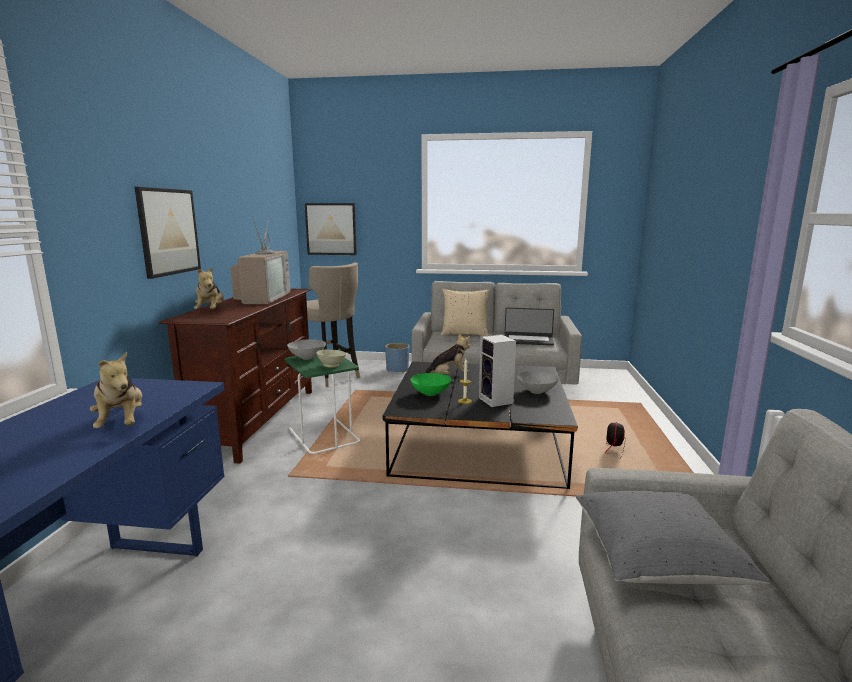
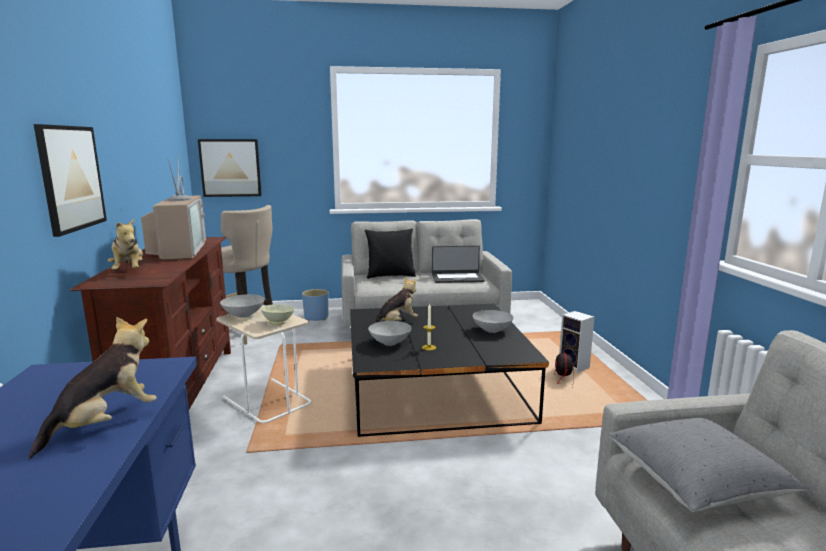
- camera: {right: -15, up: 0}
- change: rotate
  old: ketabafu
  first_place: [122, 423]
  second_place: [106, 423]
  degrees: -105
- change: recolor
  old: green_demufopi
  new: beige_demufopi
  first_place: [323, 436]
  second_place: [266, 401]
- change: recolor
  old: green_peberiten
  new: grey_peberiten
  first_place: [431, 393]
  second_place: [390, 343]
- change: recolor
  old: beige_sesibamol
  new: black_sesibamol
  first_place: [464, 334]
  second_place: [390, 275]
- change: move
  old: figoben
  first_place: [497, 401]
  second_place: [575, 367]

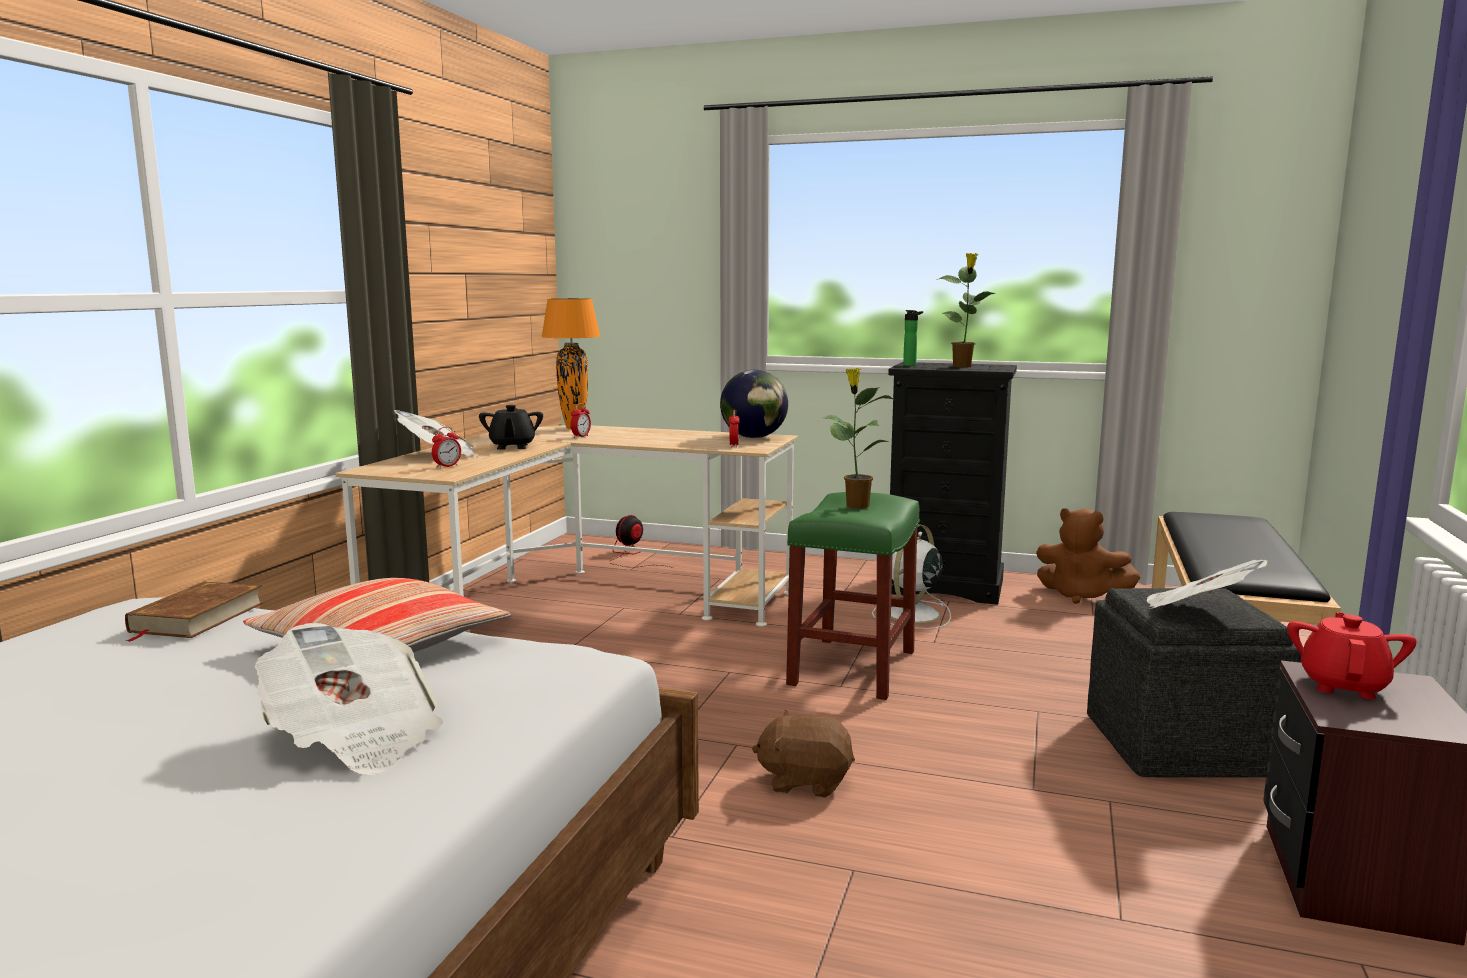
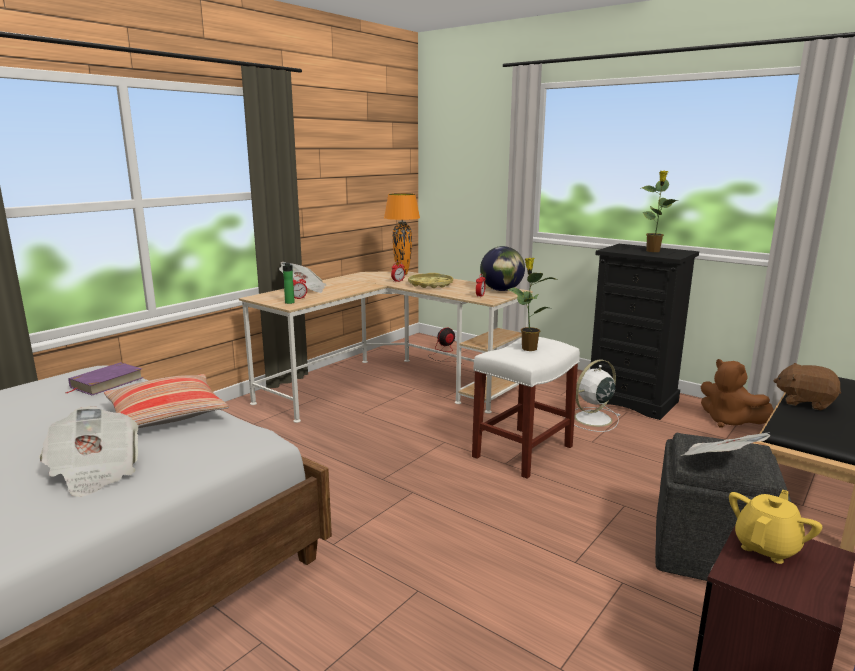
- camera: {right: 20, up: 5}
- change: recolor
  old: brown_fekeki
  new: purple_fekeki
  first_place: [196, 617]
  second_place: [106, 383]
- change: delete
  old: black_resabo
  first_place: [512, 447]
- change: move
  old: brown_ketabafu
  first_place: [805, 781]
  second_place: [805, 402]
- change: recolor
  old: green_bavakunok
  new: white_bavakunok
  first_place: [852, 668]
  second_place: [522, 452]
- change: move
  old: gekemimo
  first_place: [911, 365]
  second_place: [290, 303]
- change: recolor
  old: red_resabo
  new: yellow_resabo
  first_place: [1343, 686]
  second_place: [766, 547]
- change: insert
  new: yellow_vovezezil
  second_place: [430, 284]

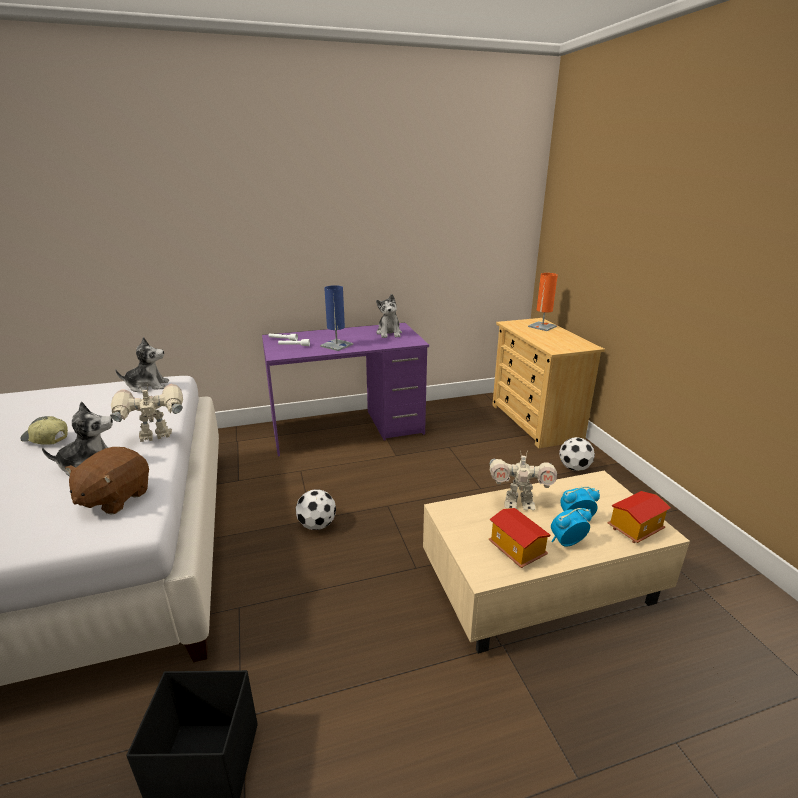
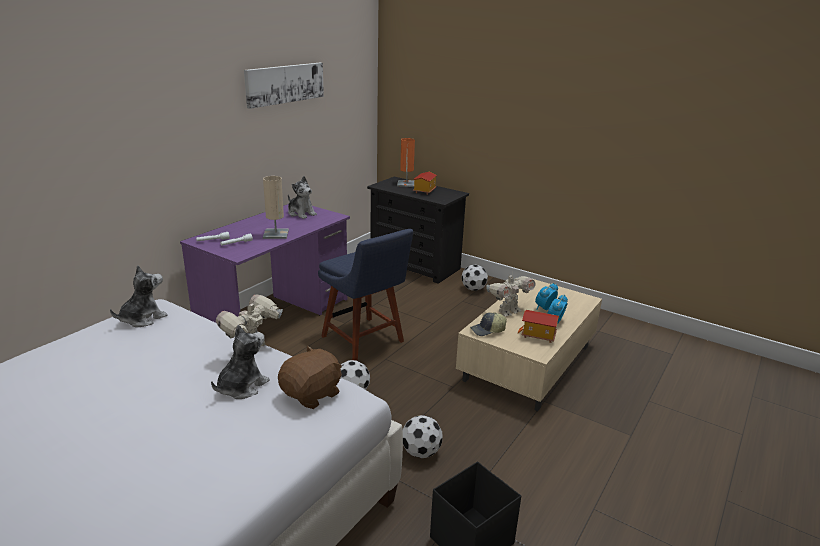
- camera: {right: -40, up: 0}
- change: move
  old: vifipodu
  first_place: [45, 439]
  second_place: [488, 330]
- change: rotate
  old: brown_ketabafu
  first_place: [114, 498]
  second_place: [312, 394]
  degrees: -120
- change: recolor
  old: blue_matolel
  new: beige_matolel
  first_place: [336, 345]
  second_place: [276, 234]
- change: recolor
  old: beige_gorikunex
  new: black_gorikunex
  first_place: [535, 422]
  second_place: [415, 265]
- change: move
  old: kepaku
  first_place: [634, 529]
  second_place: [424, 191]
- change: insert
  new: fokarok
  second_place: [285, 84]
- change: insert
  new: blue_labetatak
  second_place: [365, 340]
- change: insert
  new: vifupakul
  second_place: [421, 452]

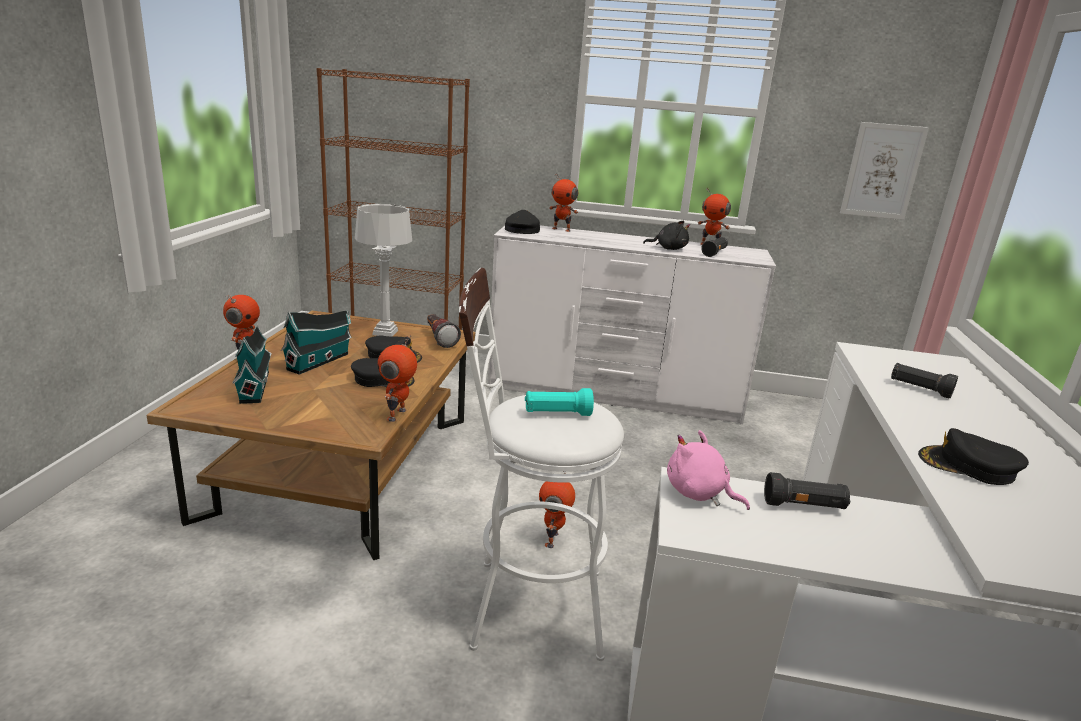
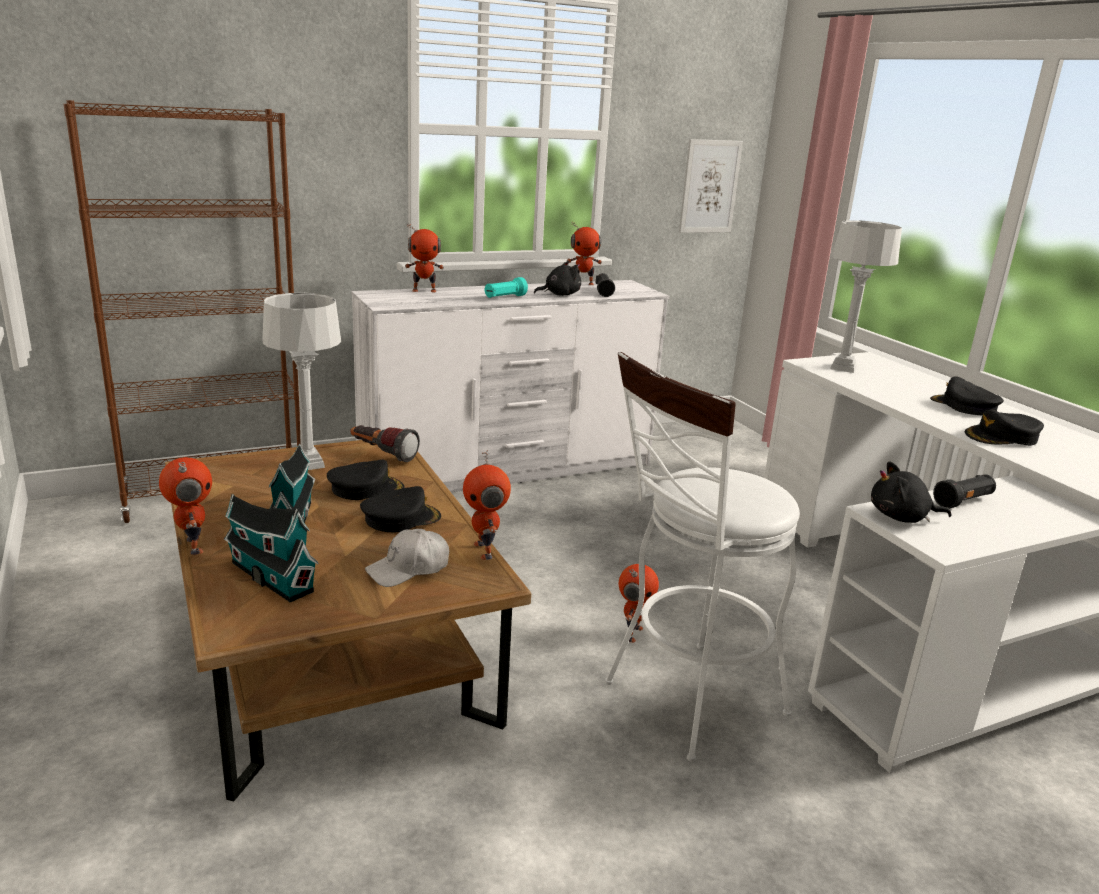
- camera: {right: -35, up: 0}
- change: move
  old: black_vifipodu
  first_place: [521, 230]
  second_place: [964, 406]
- change: move
  old: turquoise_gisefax
  first_place: [557, 414]
  second_place: [505, 297]
- change: rotate
  old: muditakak
  first_place: [553, 540]
  second_place: [632, 633]
  degrees: -135
- change: recolor
  old: pink_ketabafu
  new: black_ketabafu
  first_place: [699, 493]
  second_place: [902, 517]
- change: delete
  old: black_gisefax
  first_place: [919, 389]
- change: insert
  new: white_vifipodu
  second_place: [409, 569]
- change: insert
  new: grey_matolel
  second_place: [843, 368]

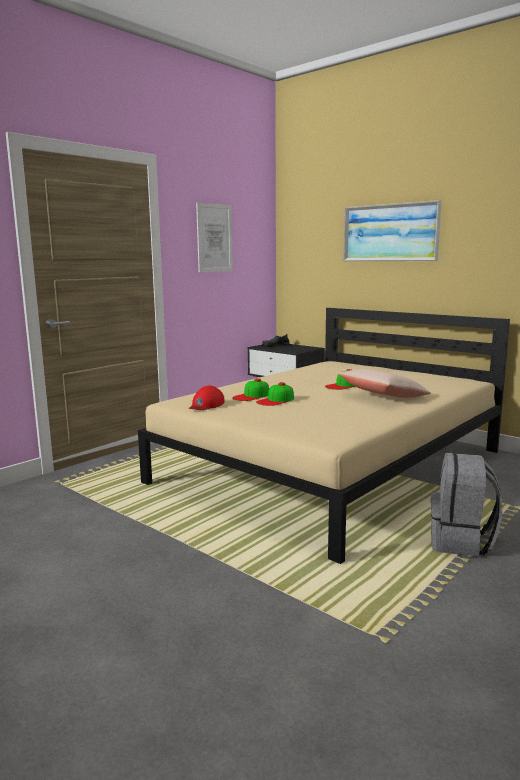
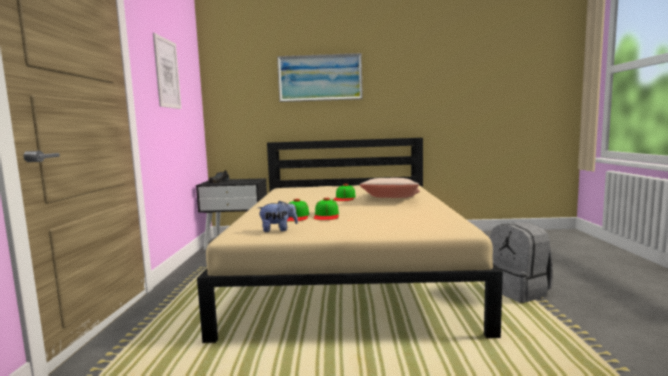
- camera: {right: -40, up: -5}
- change: replace
  old: red_vifipodu
  new: ketabafu
  first_place: [206, 405]
  second_place: [278, 230]

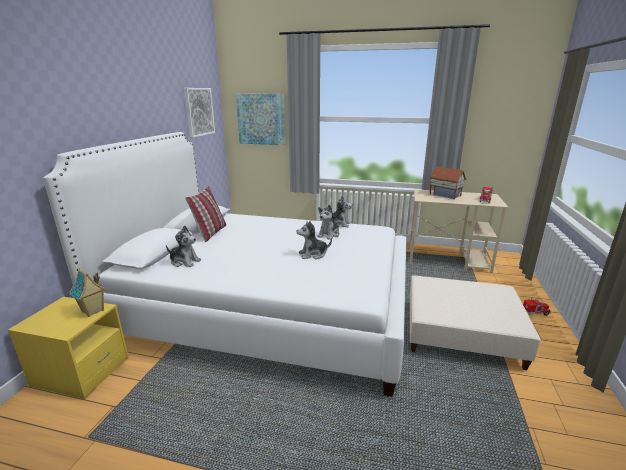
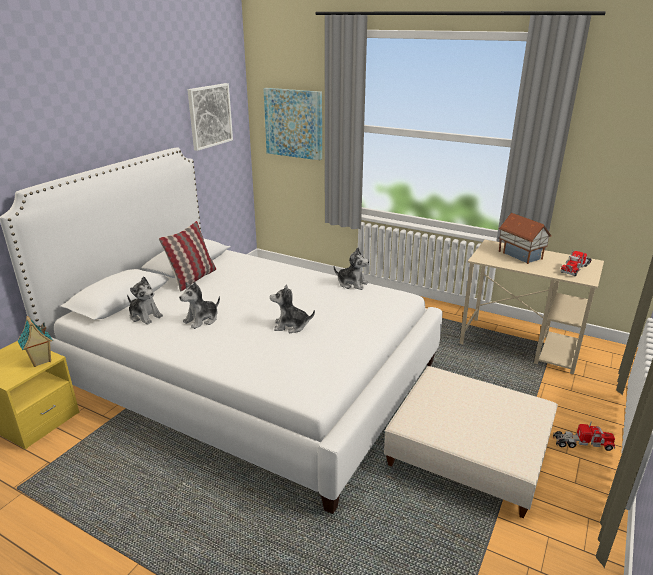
- camera: {right: 15, up: 5}
- change: move
  old: ketabafu
  first_place: [329, 235]
  second_place: [202, 320]

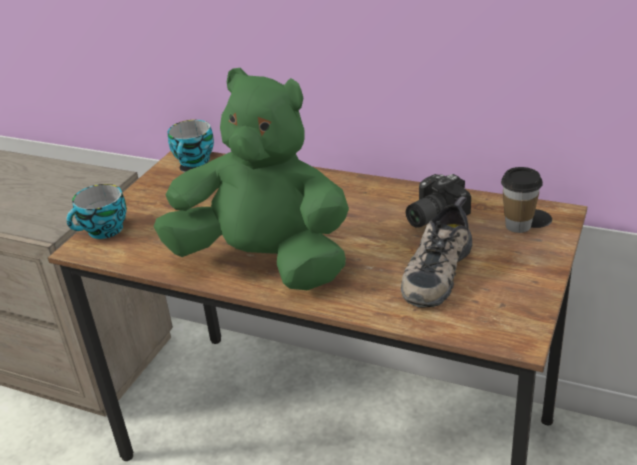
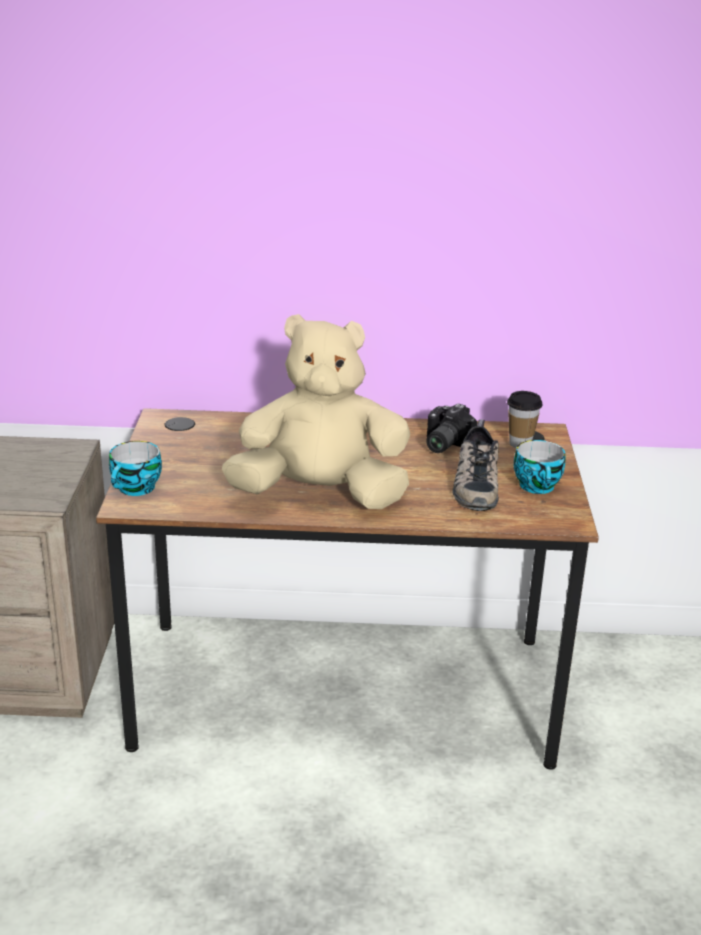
- camera: {right: -25, up: -5}
- change: recolor
  old: green_ketabafu
  new: beige_ketabafu
  first_place: [265, 261]
  second_place: [320, 495]
- change: move
  old: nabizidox
  first_place: [195, 161]
  second_place: [538, 487]

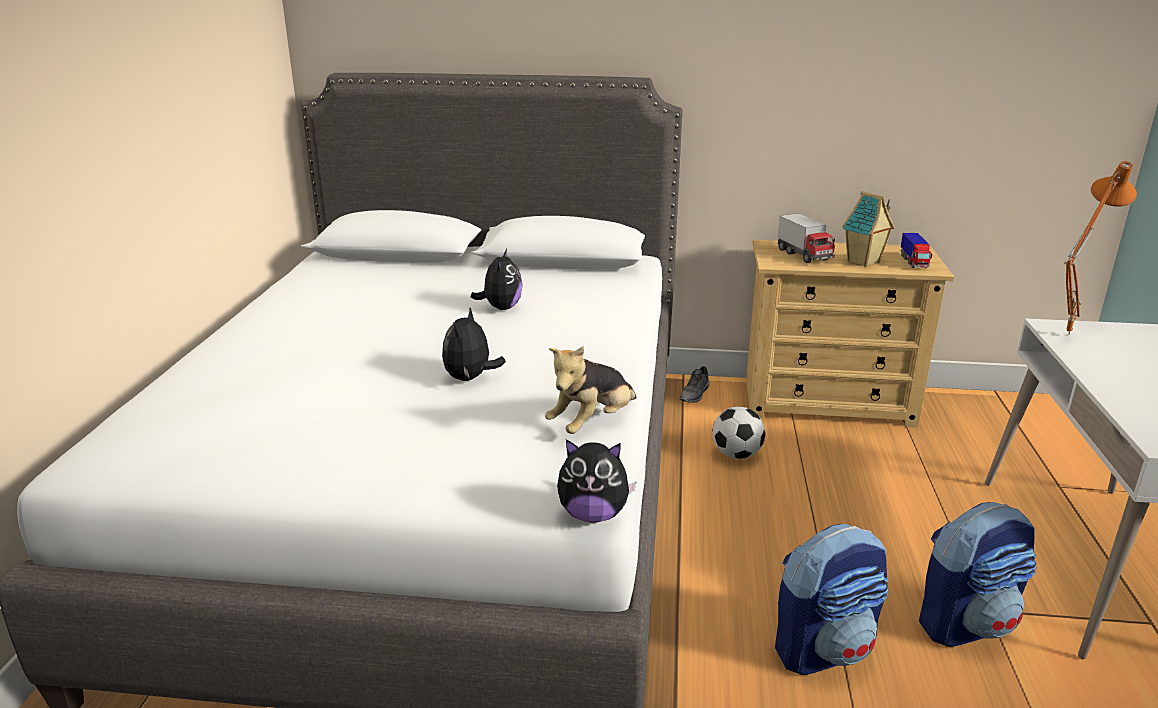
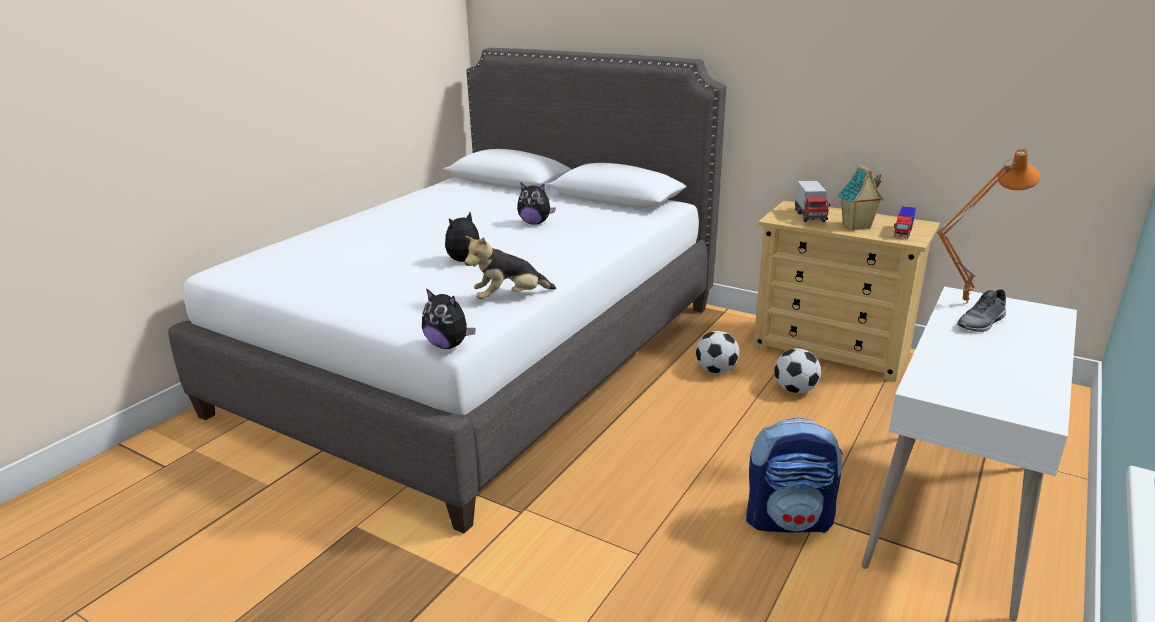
- camera: {right: 25, up: 0}
- change: rotate
  old: ketabafu
  first_place: [501, 308]
  second_place: [535, 223]
  degrees: 75
- change: move
  old: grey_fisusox
  first_place: [695, 394]
  second_place: [982, 323]
- change: delete
  old: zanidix
  first_place: [824, 649]
- change: insert
  new: vifupakul
  second_place: [795, 390]

